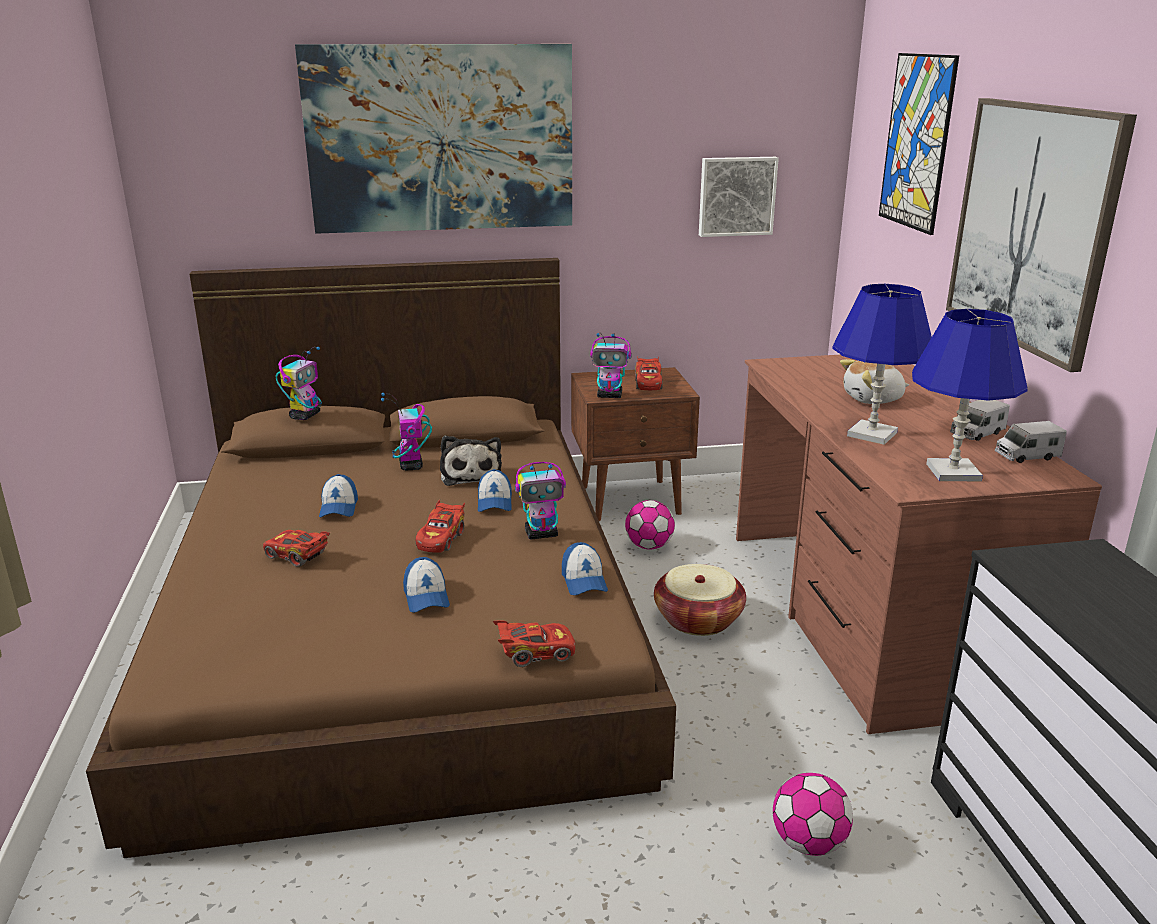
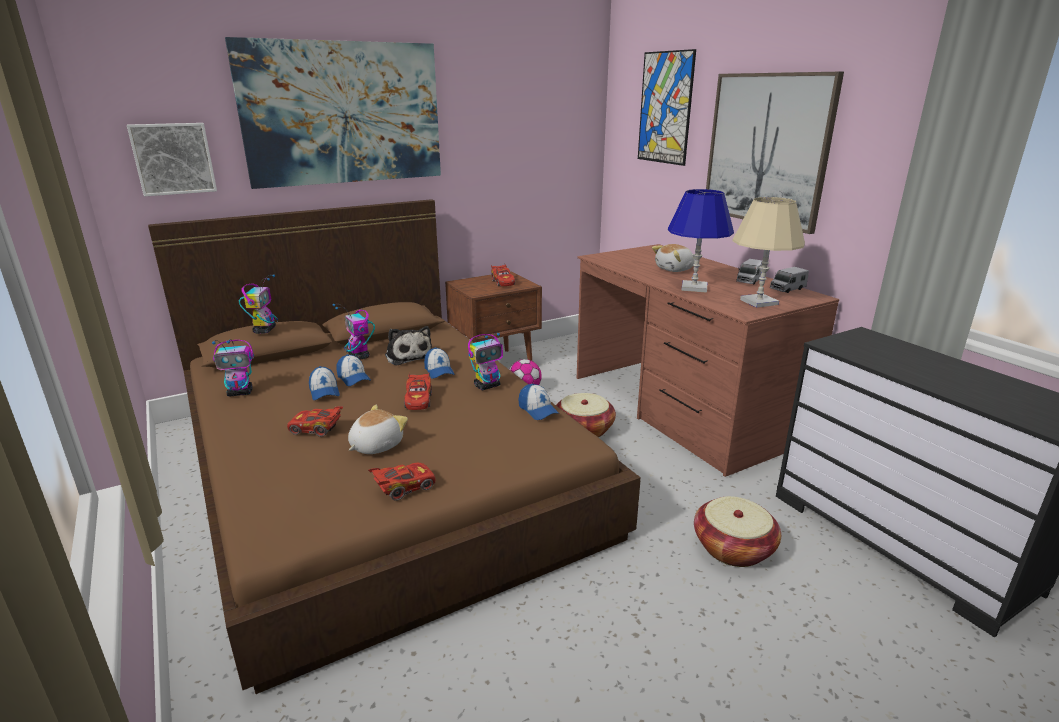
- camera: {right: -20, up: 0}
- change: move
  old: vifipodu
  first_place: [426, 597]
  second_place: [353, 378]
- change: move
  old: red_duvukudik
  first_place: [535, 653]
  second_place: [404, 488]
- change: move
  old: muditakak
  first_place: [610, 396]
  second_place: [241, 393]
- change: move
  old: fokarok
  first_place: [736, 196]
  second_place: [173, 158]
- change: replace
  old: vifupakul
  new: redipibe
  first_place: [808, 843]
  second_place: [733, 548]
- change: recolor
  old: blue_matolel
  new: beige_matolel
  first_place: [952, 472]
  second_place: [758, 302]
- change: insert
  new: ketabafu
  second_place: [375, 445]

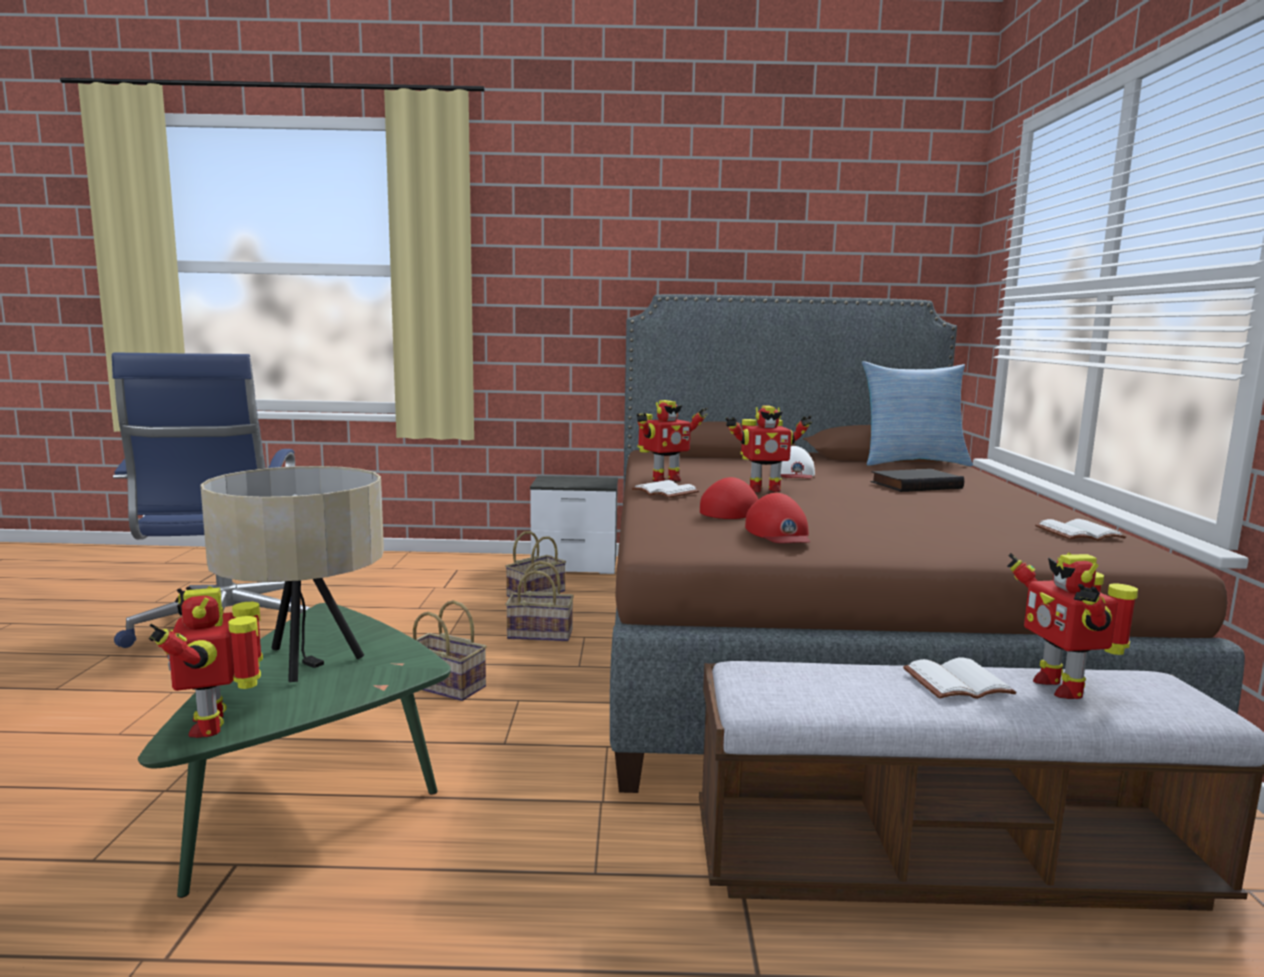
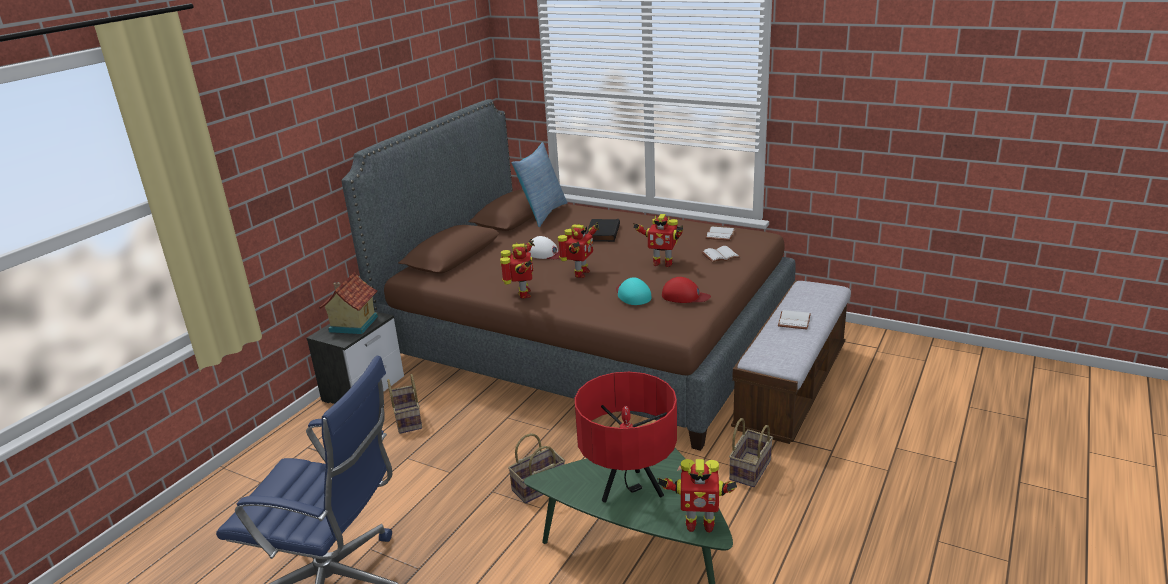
- camera: {right: -60, up: 15}
- change: recolor
  old: beige_matolel
  new: red_matolel
  first_place: [304, 661]
  second_place: [628, 491]
- change: move
  old: redipibe
  first_place: [542, 634]
  second_place: [749, 469]
- change: move
  old: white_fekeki
  first_place: [663, 492]
  second_place: [720, 256]
- change: recolor
  old: red_vifipodu
  new: turquoise_vifipodu
  first_place: [733, 511]
  second_place: [632, 295]
- change: move
  old: muditakak
  first_place: [1061, 686]
  second_place: [662, 263]
- change: insert
  new: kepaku
  second_place: [352, 324]

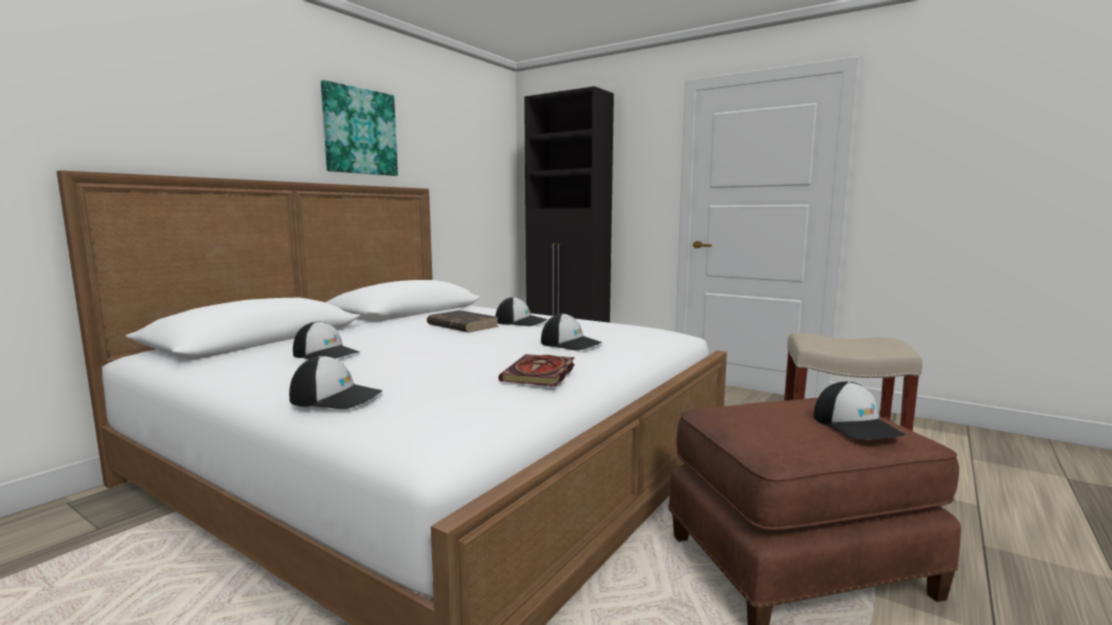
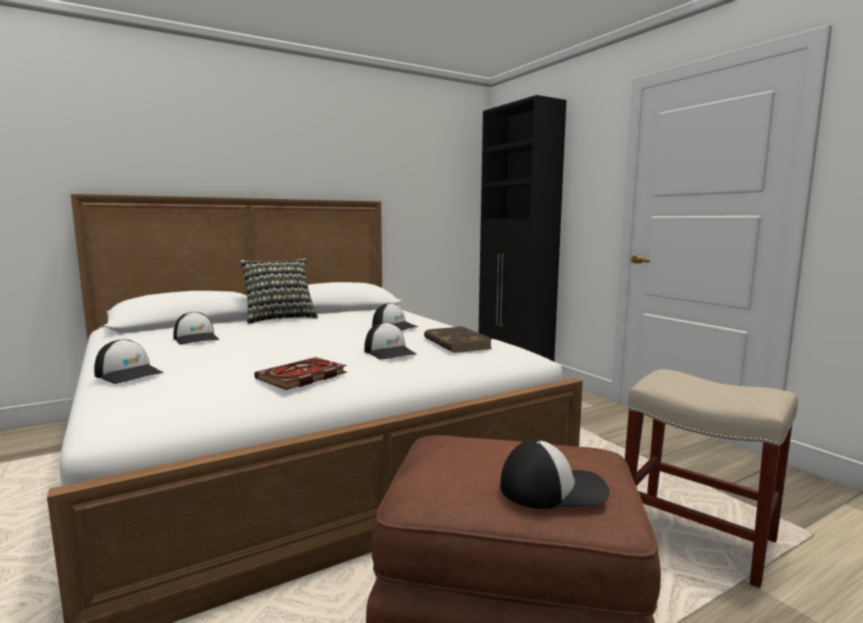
- camera: {right: 25, up: 0}
- change: delete
  old: fokarok
  first_place: [359, 131]
- change: move
  old: brown_fekeki
  first_place: [462, 325]
  second_place: [456, 343]
- change: rotate
  old: vifipodu
  first_place: [856, 425]
  second_place: [553, 488]
  degrees: -105
- change: insert
  new: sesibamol
  second_place: [279, 318]

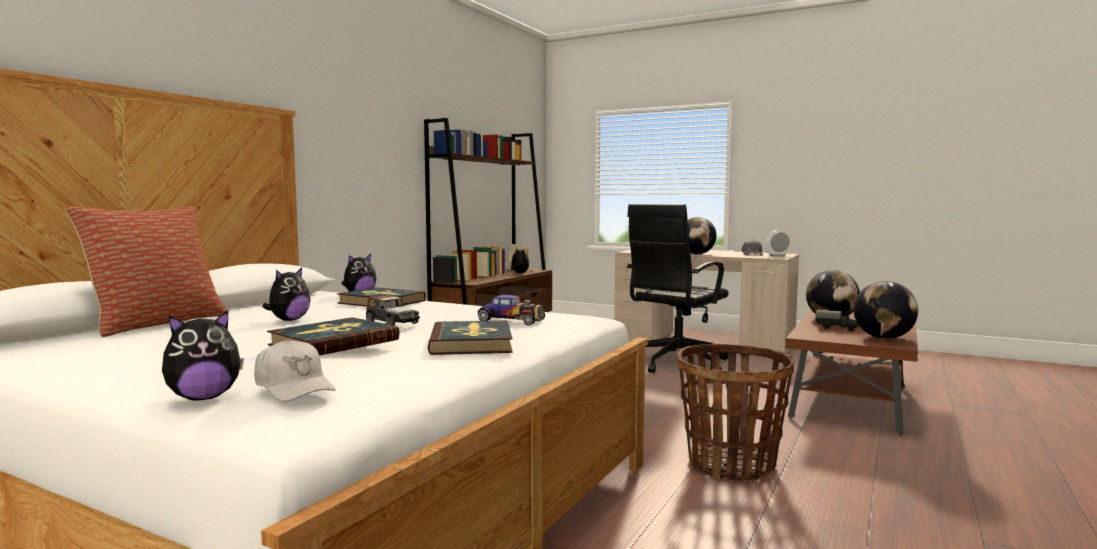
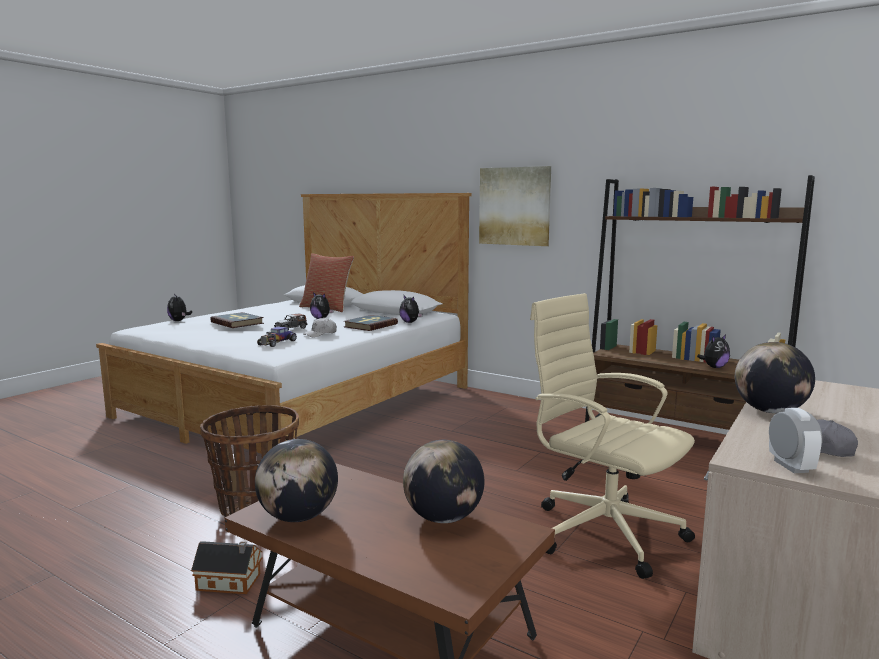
- camera: {right: 95, up: 5}
- change: move
  old: white_vifipodu
  first_place: [294, 388]
  second_place: [320, 334]
- change: delete
  old: fekeki
  first_place: [472, 343]
- change: recolor
  old: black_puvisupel
  new: beige_puvisupel
  first_place: [675, 363]
  second_place: [603, 531]
- change: delete
  old: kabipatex
  first_place: [836, 328]
- change: insert
  new: kepaku
  second_place: [231, 582]
- change: insert
  new: fokarok
  second_place: [514, 206]

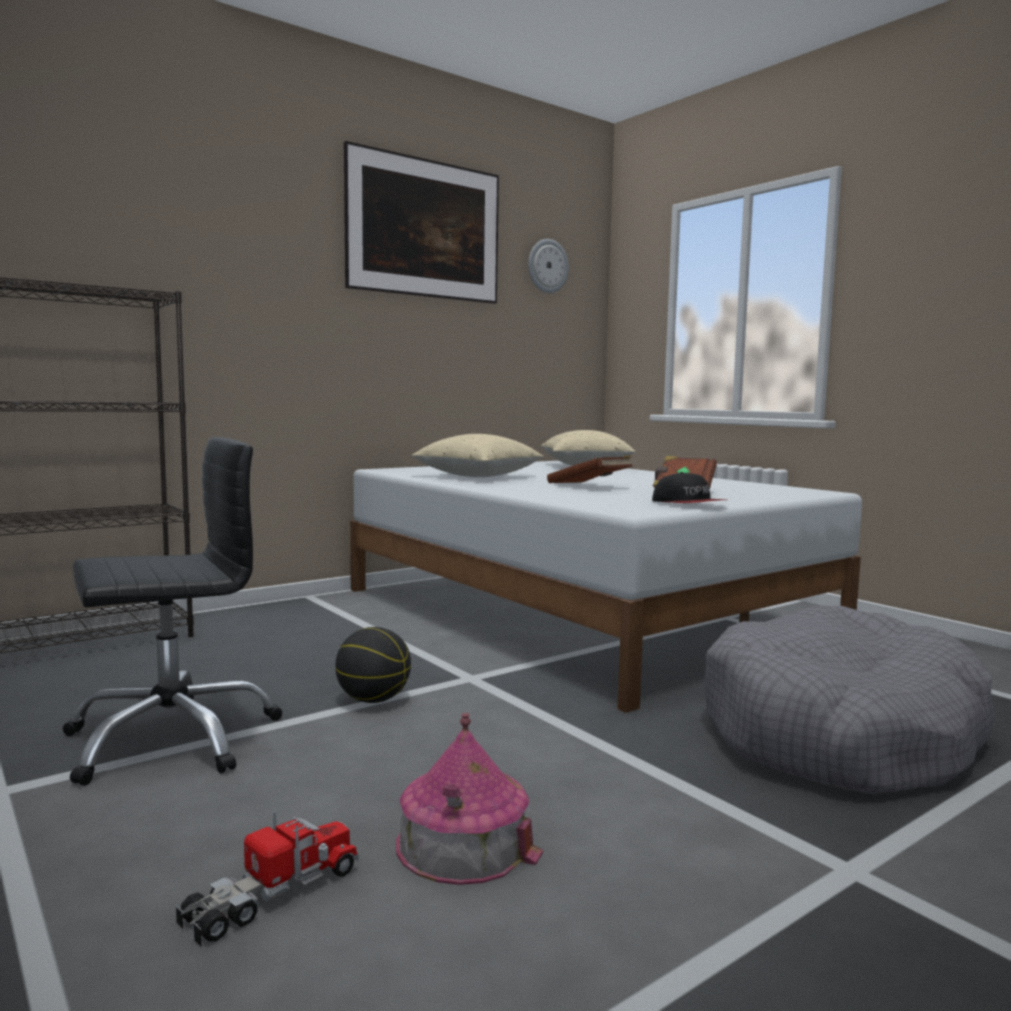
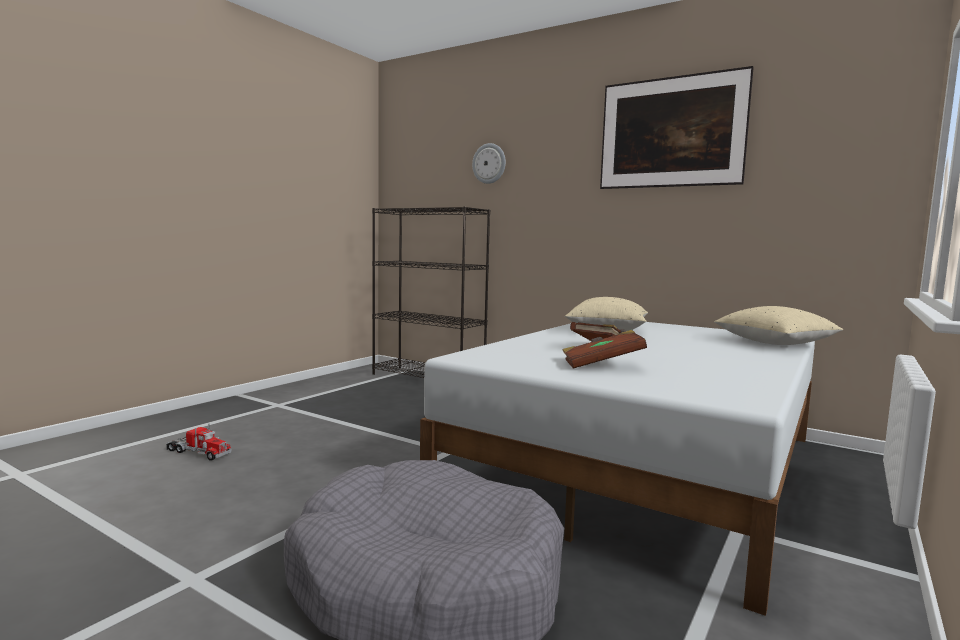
- camera: {right: 70, up: 0}
- change: delete
  old: black_puvisupel
  first_place: [172, 738]
- change: delete
  old: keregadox
  first_place: [373, 700]
- change: delete
  old: kepaku
  first_place: [464, 843]
- change: move
  old: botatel
  first_place: [547, 266]
  second_place: [489, 163]
- change: delete
  old: vifipodu
  first_place: [689, 504]

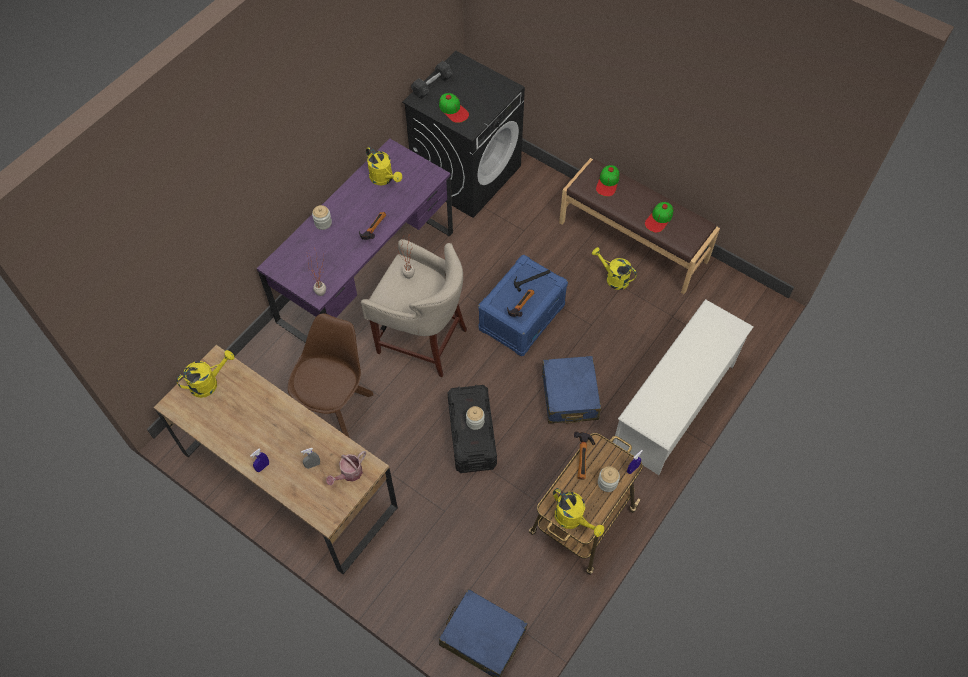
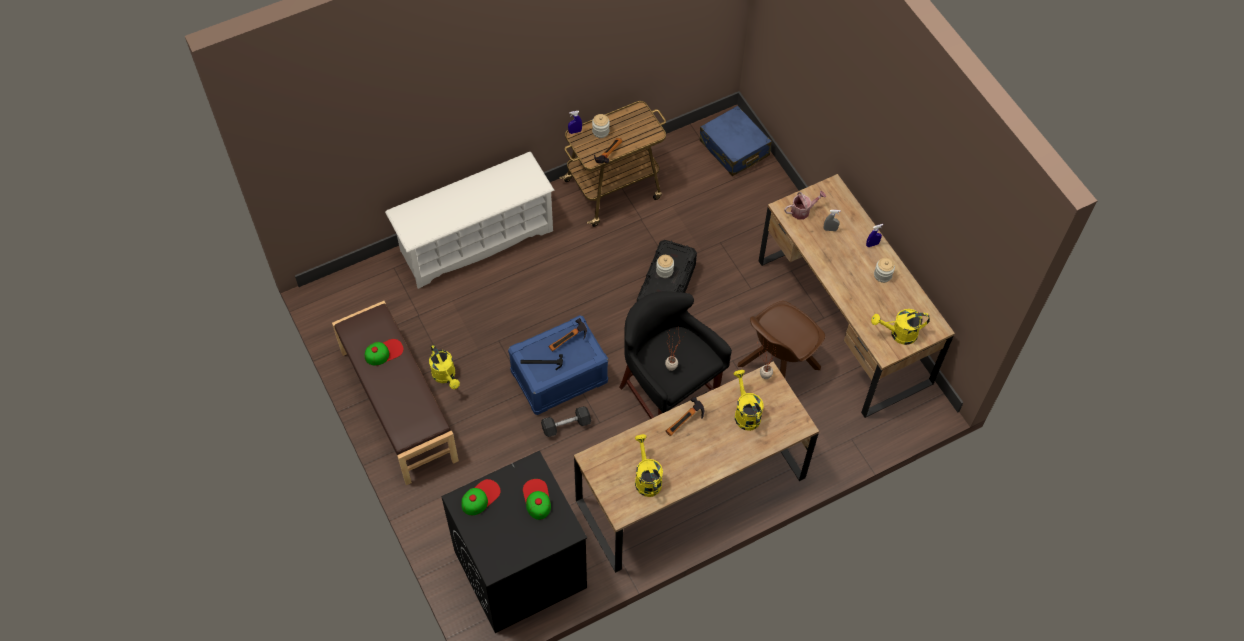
- camera: {right: -155, up: 0}
- change: recolor
  old: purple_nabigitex
  new: brown_nabigitex
  first_place: [367, 276]
  second_place: [691, 489]
- change: move
  old: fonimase
  first_place: [323, 223]
  second_place: [882, 275]
- change: recolor
  old: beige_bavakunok
  new: black_bavakunok
  first_place: [422, 339]
  second_place: [666, 397]
- change: move
  old: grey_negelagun
  first_place: [432, 85]
  second_place: [566, 425]
- change: delete
  old: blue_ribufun
  first_place: [569, 396]
- change: move
  old: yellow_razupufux
  first_place: [573, 519]
  second_place: [745, 413]
- change: move
  old: vifipodu
  first_place: [608, 182]
  second_place: [480, 497]

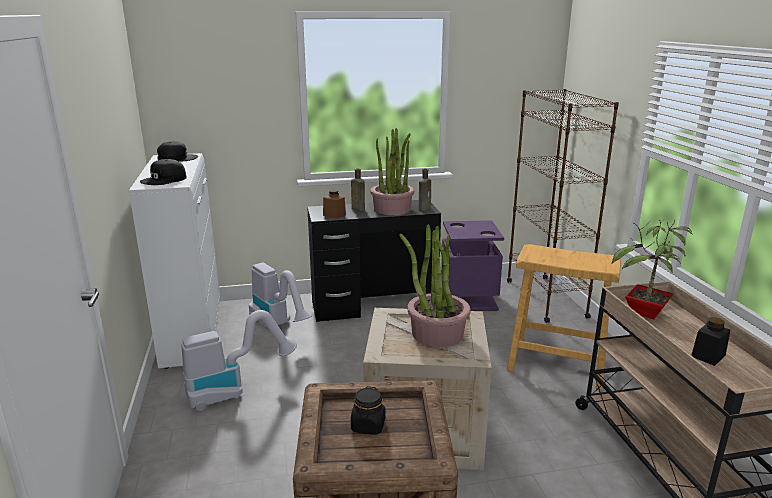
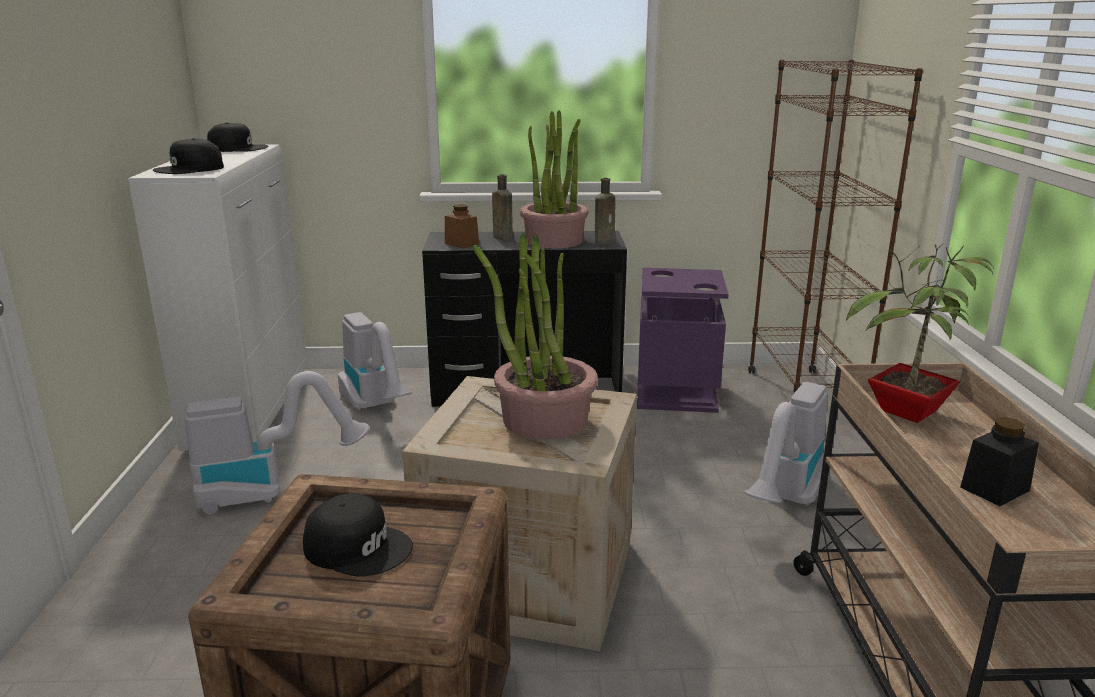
- camera: {right: 10, up: 0}
- change: replace
  old: black_fonimase
  new: black_vifipodu
  first_place: [368, 426]
  second_place: [358, 547]
- change: replace
  old: beige_bavakunok
  new: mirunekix
  first_place: [557, 364]
  second_place: [786, 501]

